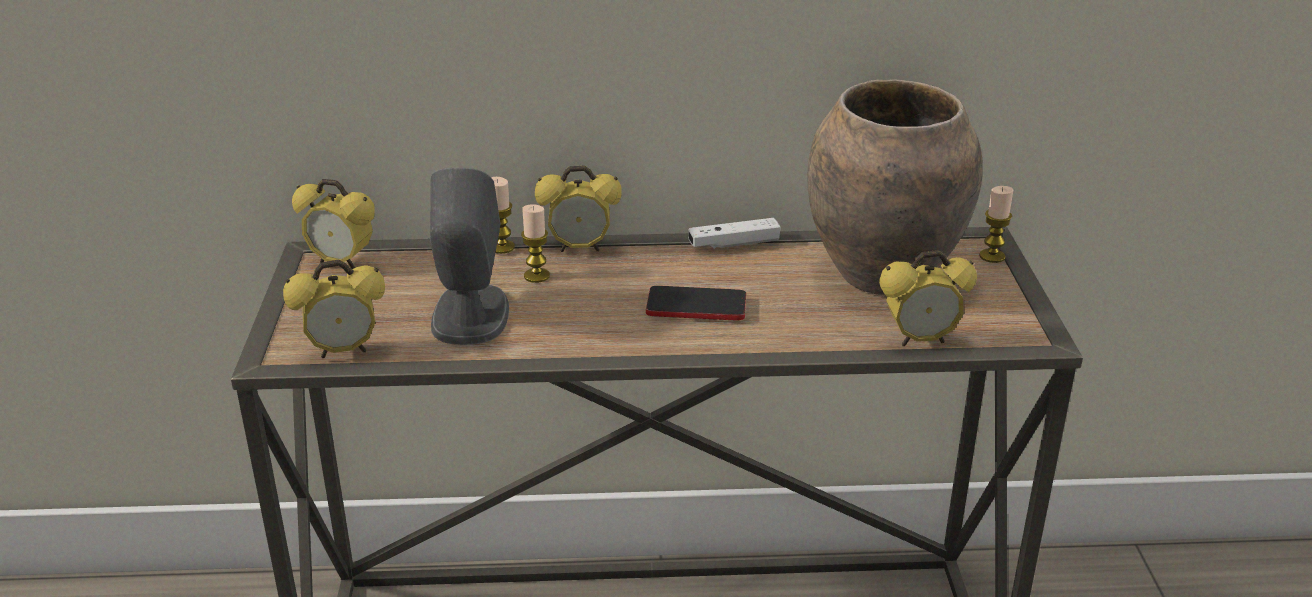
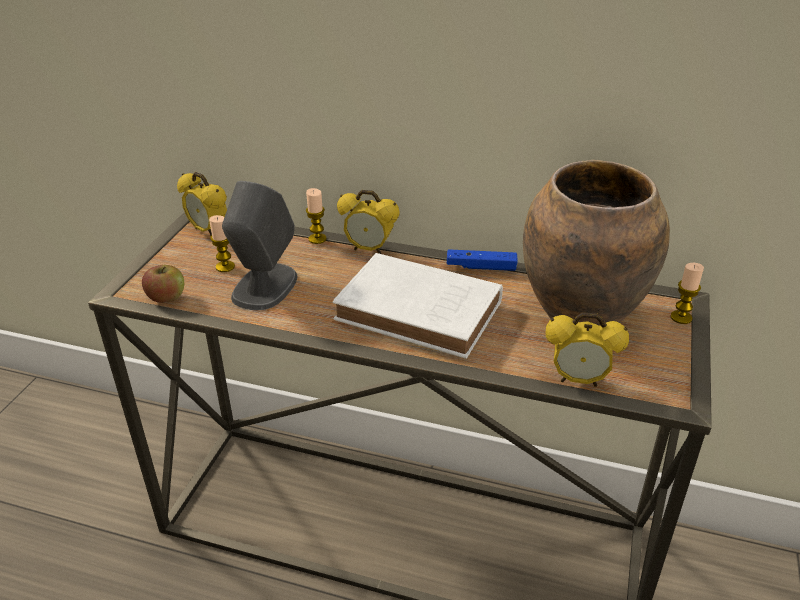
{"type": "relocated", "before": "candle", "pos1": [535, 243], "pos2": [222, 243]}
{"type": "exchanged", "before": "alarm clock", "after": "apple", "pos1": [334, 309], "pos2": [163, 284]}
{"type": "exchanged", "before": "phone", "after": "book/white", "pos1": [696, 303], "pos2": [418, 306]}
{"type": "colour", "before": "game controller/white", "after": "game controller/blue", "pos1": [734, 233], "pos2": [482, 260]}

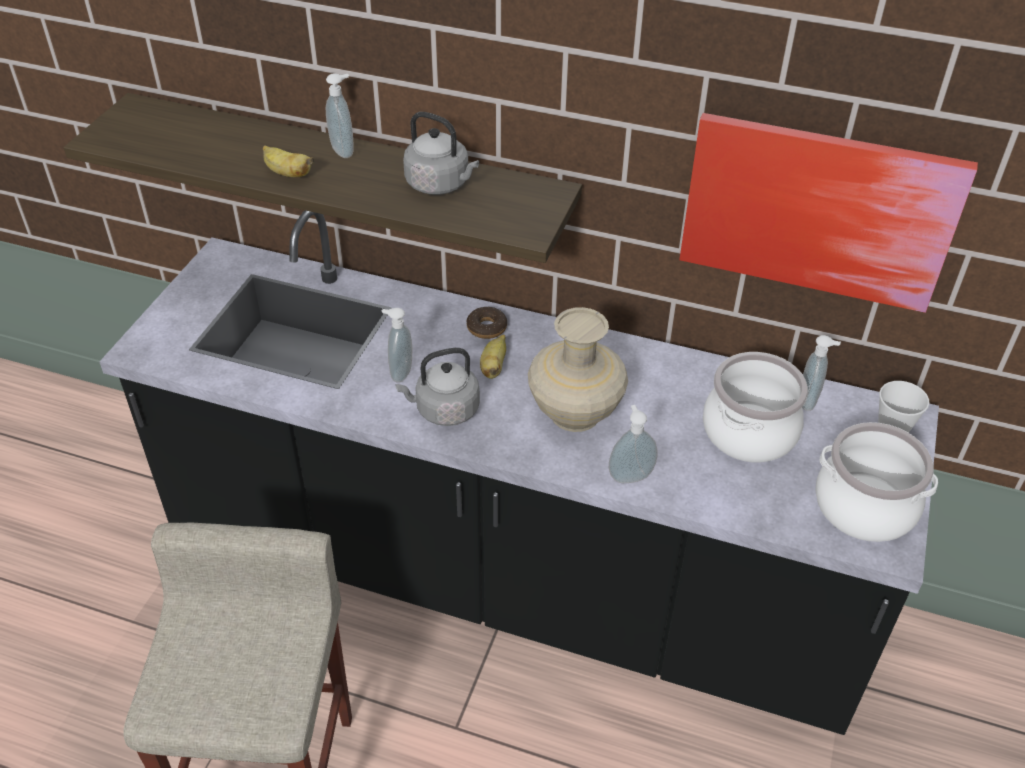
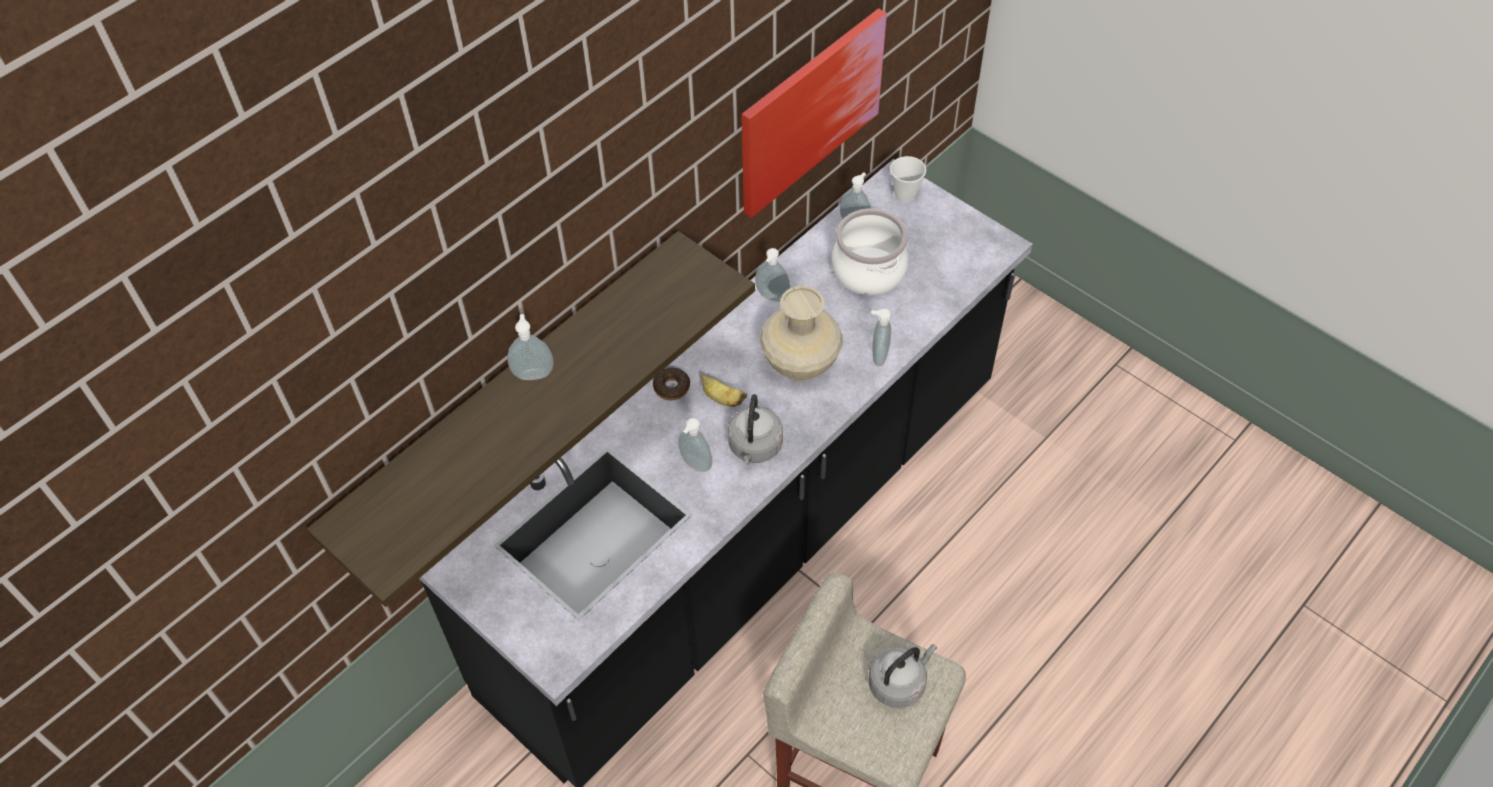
{"type": "missing", "before": "banana", "pos1": [288, 161]}
{"type": "missing", "before": "cooking pot", "pos1": [876, 482]}
{"type": "appeared", "after": "soap dispenser", "pos2": [772, 275]}
{"type": "relocated", "before": "kettle/grey", "pos1": [441, 153], "pos2": [902, 676]}

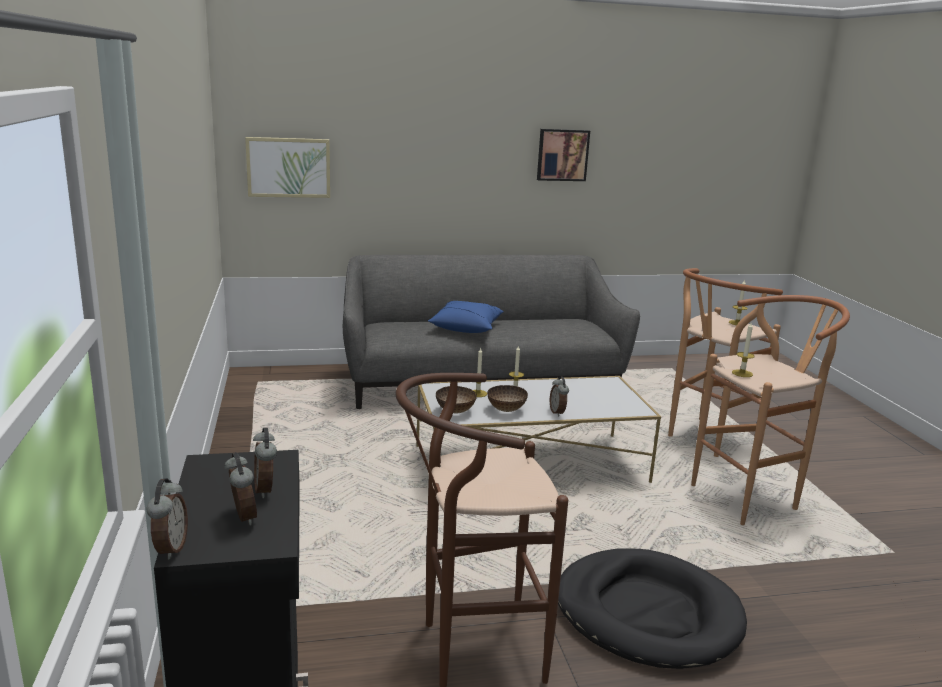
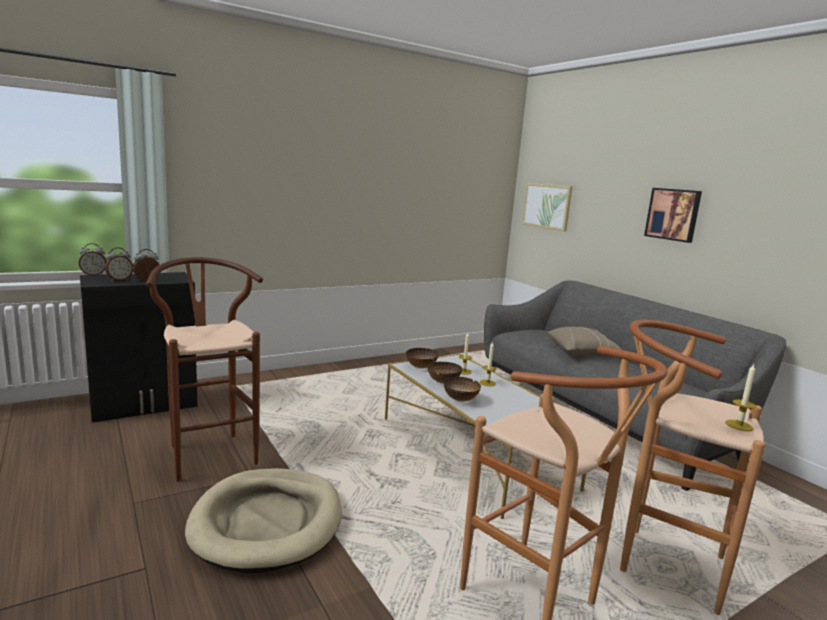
{"type": "missing", "before": "candle", "pos1": [743, 350]}
{"type": "relocated", "before": "picture", "pos1": [563, 155], "pos2": [673, 215]}
{"type": "exchanged", "before": "alarm clock", "after": "bowl", "pos1": [559, 397], "pos2": [462, 389]}
{"type": "colour", "before": "pillow/blue", "after": "pillow/beige", "pos1": [466, 317], "pos2": [585, 341]}
{"type": "colour", "before": "dog bed/black", "after": "dog bed/beige", "pos1": [652, 609], "pos2": [263, 520]}

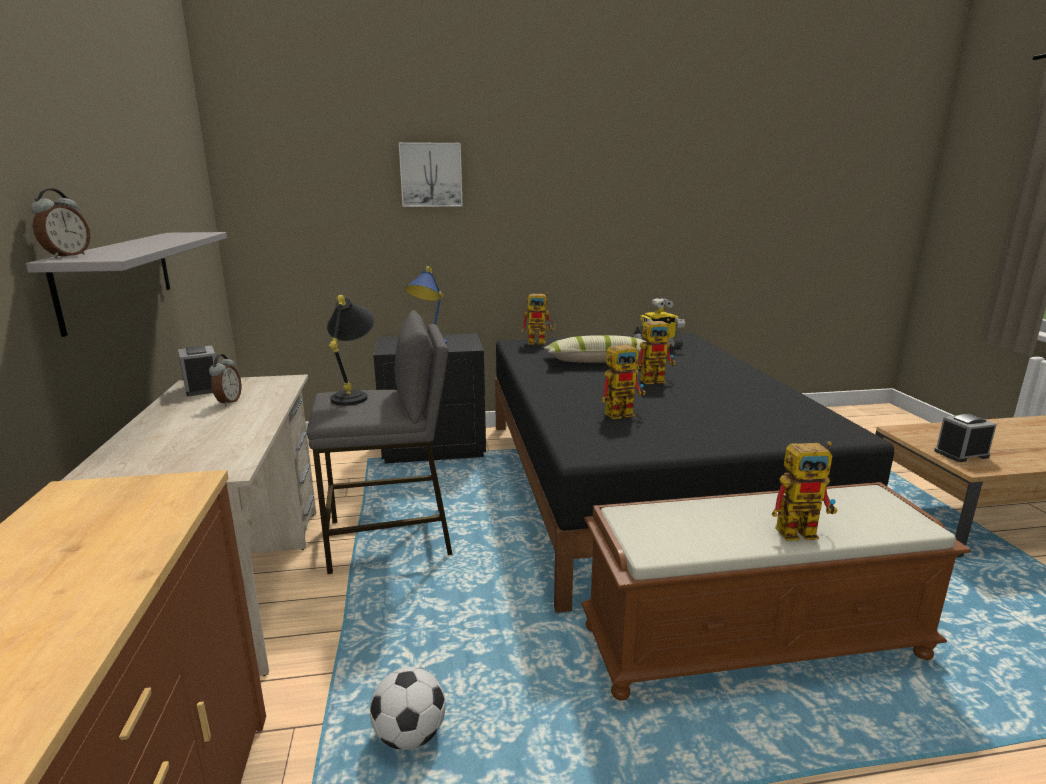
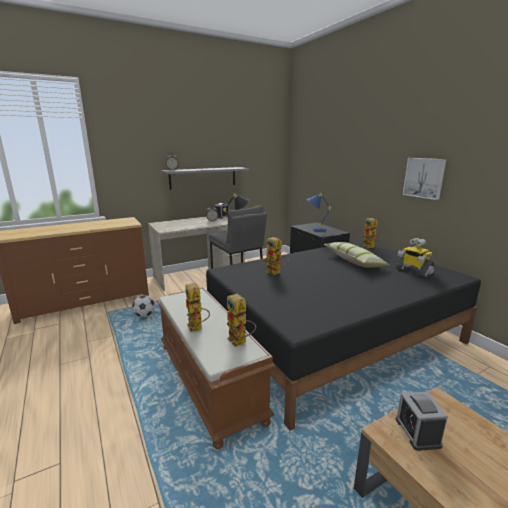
{"type": "relocated", "before": "picture", "pos1": [431, 174], "pos2": [424, 179]}
{"type": "relocated", "before": "toy robot", "pos1": [656, 351], "pos2": [241, 320]}
{"type": "spun", "before": "alarm clock", "pos1": [965, 438], "pos2": [422, 421], "turn": -150}

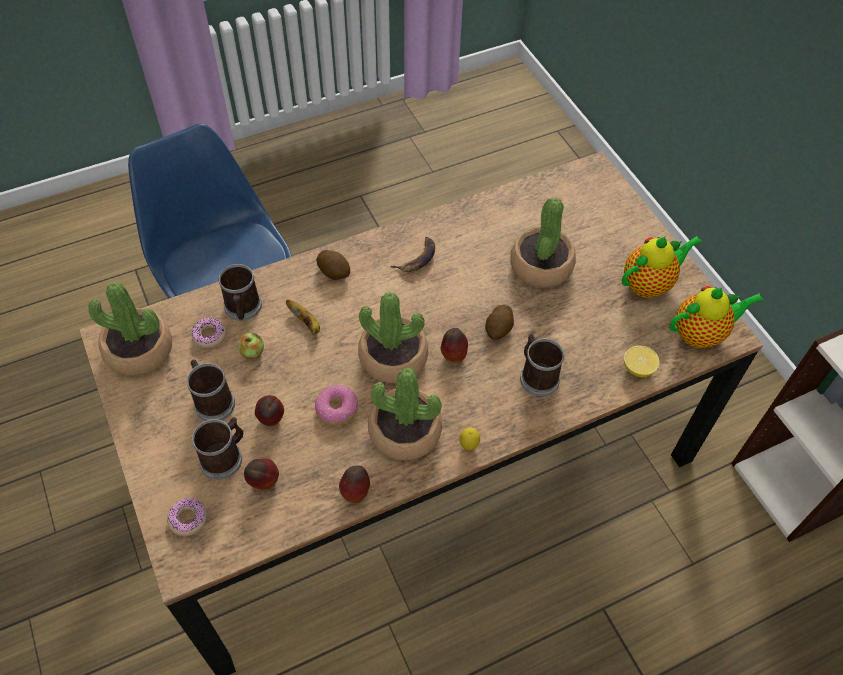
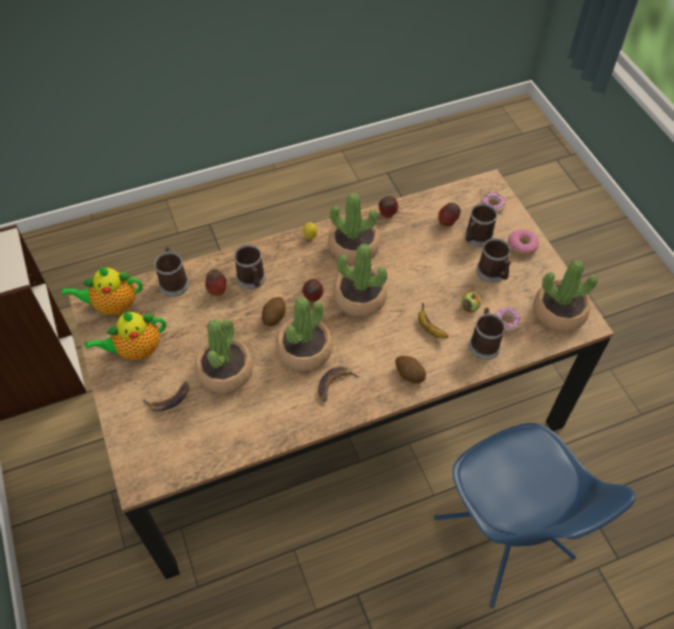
{"type": "appeared", "after": "banana", "pos2": [166, 396]}
{"type": "appeared", "after": "potted plant", "pos2": [304, 334]}
{"type": "relocated", "before": "apple", "pos1": [269, 410], "pos2": [215, 282]}
{"type": "relocated", "before": "donut", "pos1": [336, 405], "pos2": [523, 242]}
{"type": "exchanged", "before": "lemon", "after": "mug", "pos1": [642, 361], "pos2": [171, 272]}

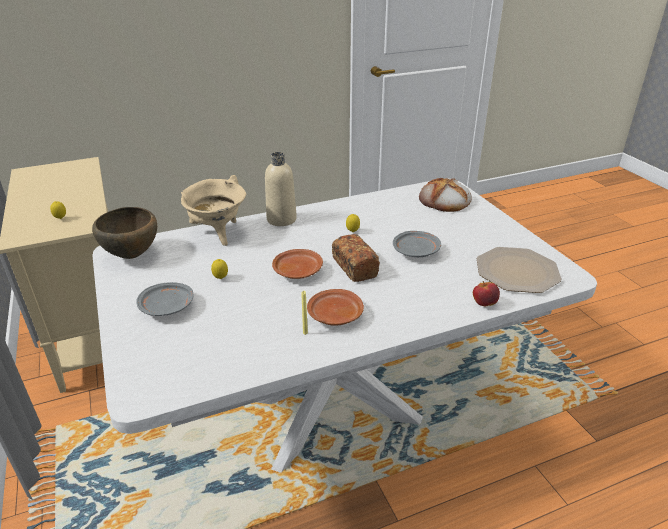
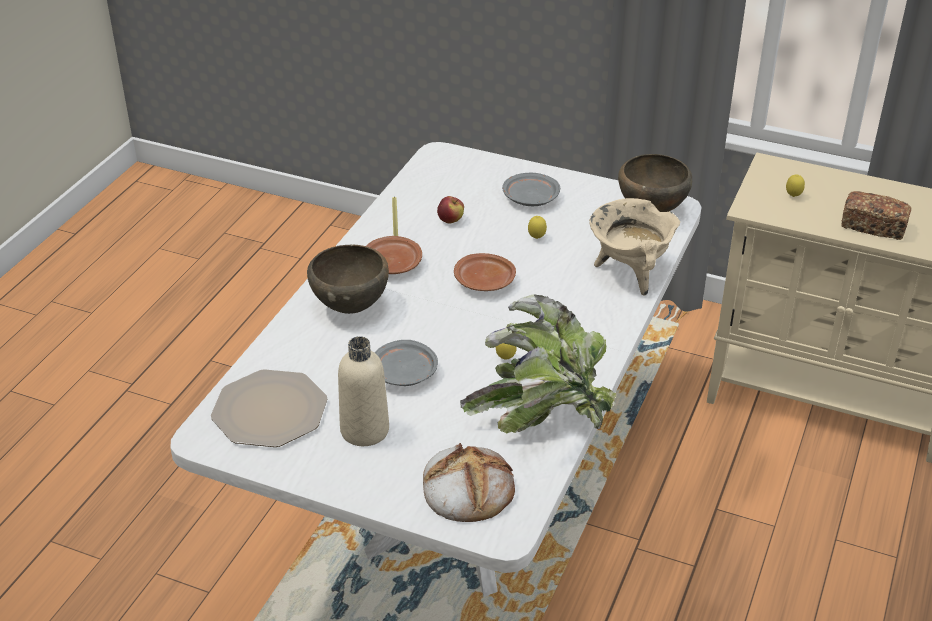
{"type": "appeared", "after": "bowl/brown", "pos2": [348, 279]}
{"type": "appeared", "after": "potted plant", "pos2": [538, 364]}
{"type": "relocated", "before": "bottle/beige", "pos1": [281, 189], "pos2": [363, 391]}
{"type": "relocated", "before": "bread", "pos1": [356, 258], "pos2": [876, 215]}
{"type": "relocated", "before": "apple", "pos1": [486, 293], "pos2": [450, 210]}

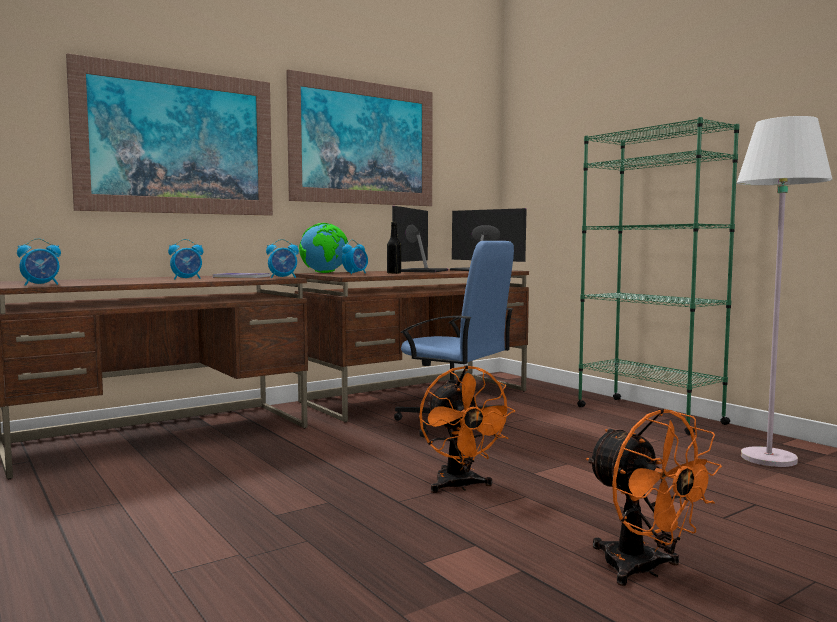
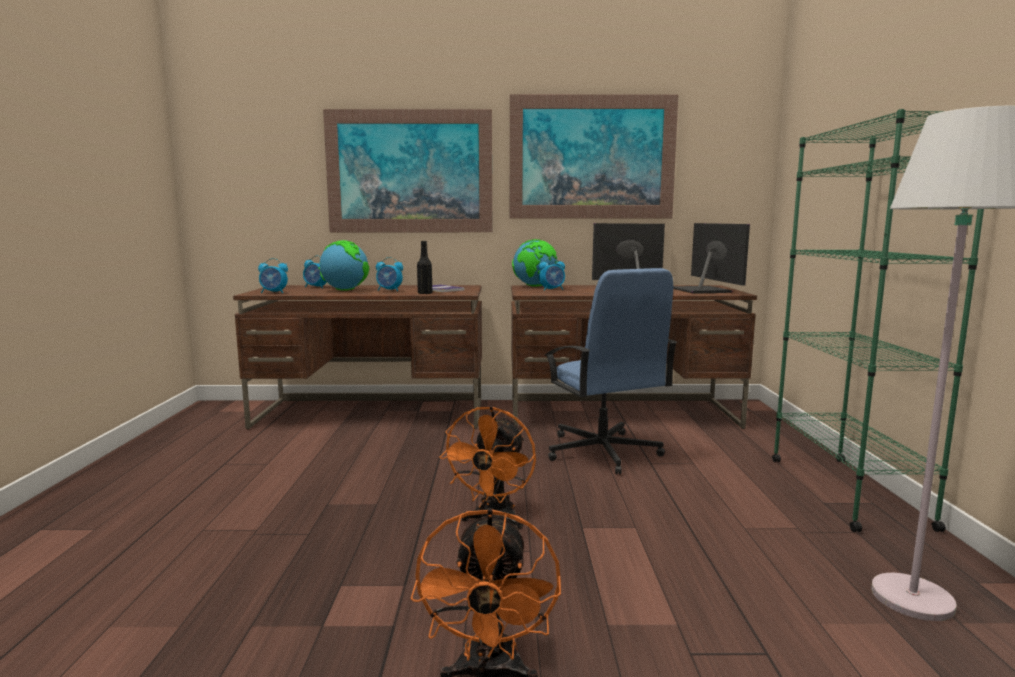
{"type": "appeared", "after": "globe", "pos2": [344, 265]}
{"type": "relocated", "before": "alarm clock", "pos1": [282, 258], "pos2": [314, 272]}
{"type": "relocated", "before": "bottle/black", "pos1": [394, 248], "pos2": [424, 267]}

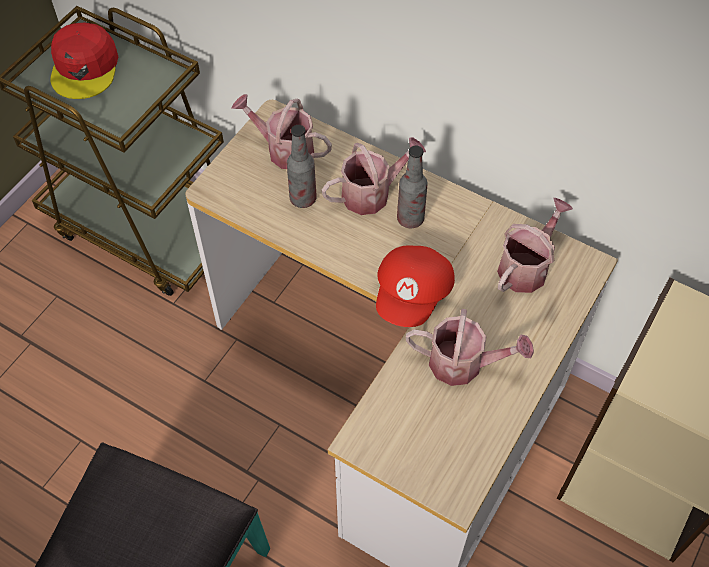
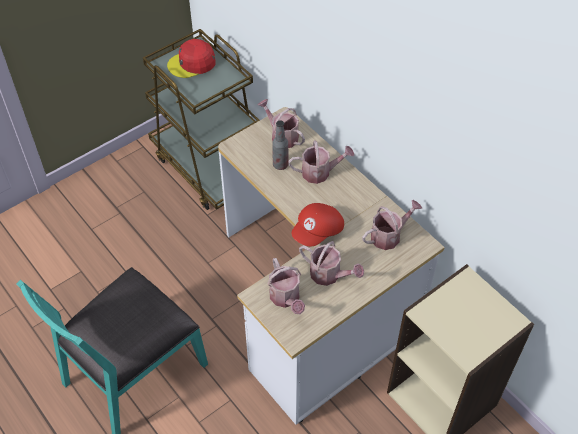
{"type": "missing", "before": "bottle", "pos1": [412, 187]}
{"type": "appeared", "after": "watering can", "pos2": [286, 286]}
{"type": "spun", "before": "cap/red", "pos1": [84, 61], "pos2": [191, 58], "turn": 45}

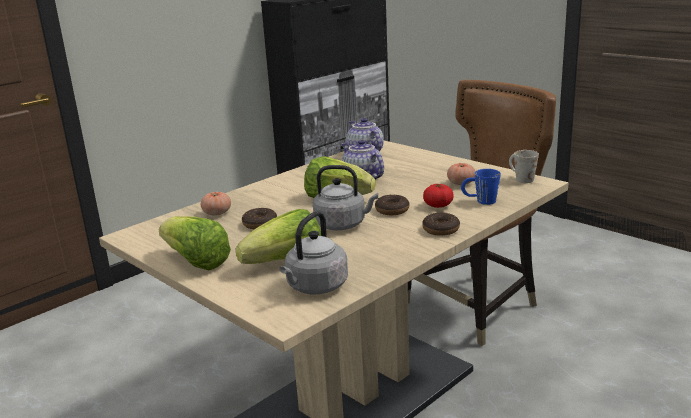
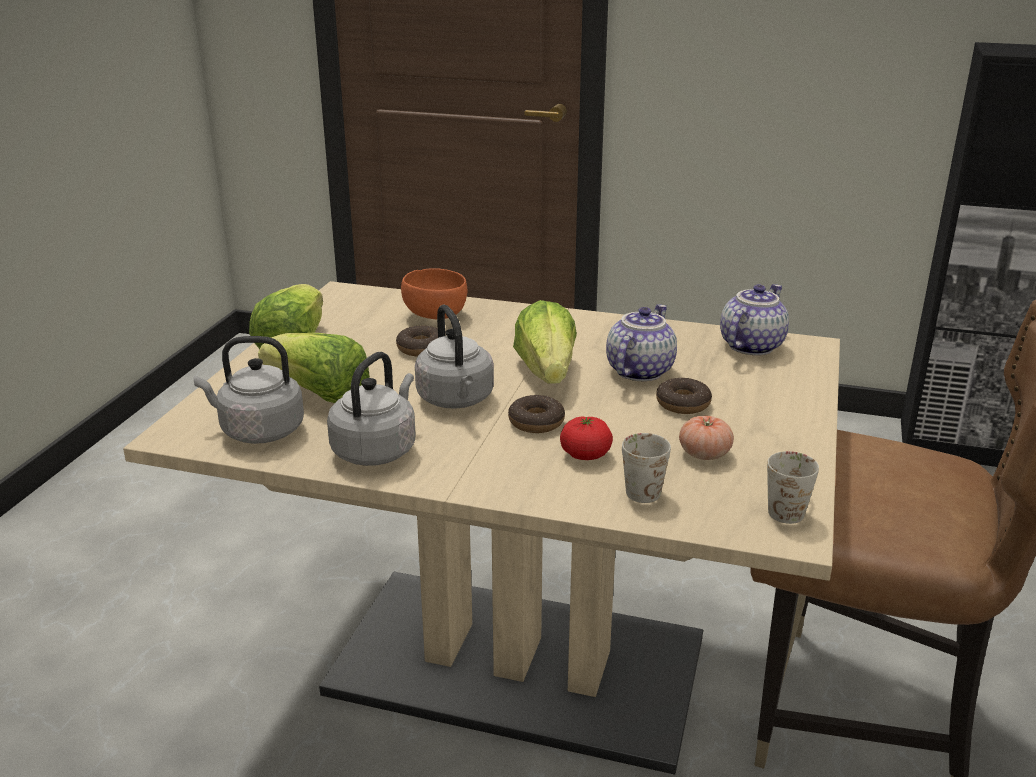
{"type": "appeared", "after": "kettle/grey", "pos2": [371, 409]}
{"type": "relocated", "before": "donut", "pos1": [441, 224], "pos2": [684, 395]}
{"type": "exchanged", "before": "tomato", "after": "bowl/orange", "pos1": [216, 204], "pos2": [434, 293]}
{"type": "colour", "before": "mug/blue", "after": "mug/white", "pos1": [481, 187], "pos2": [646, 468]}

